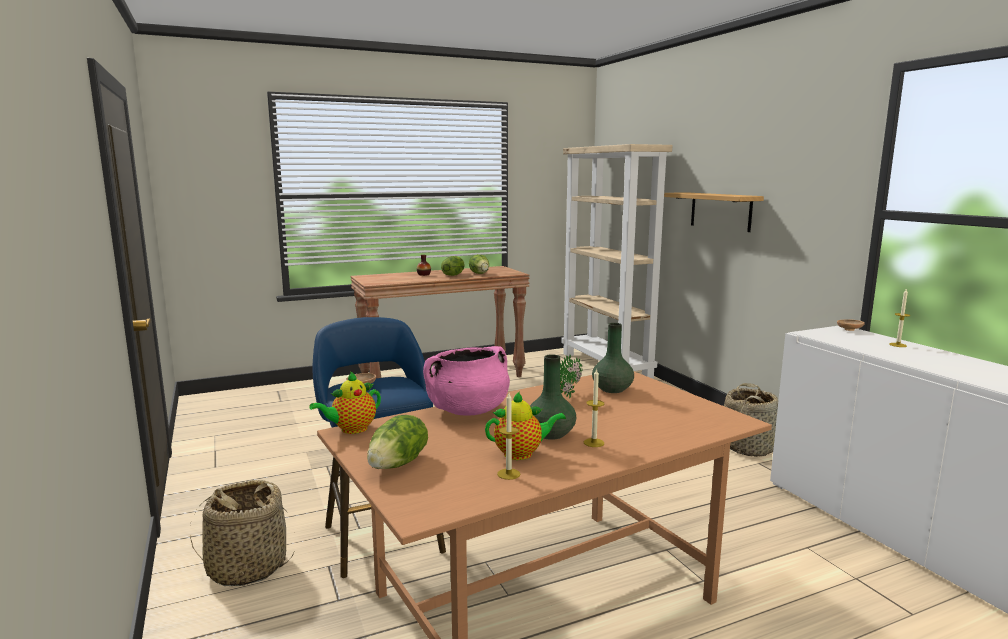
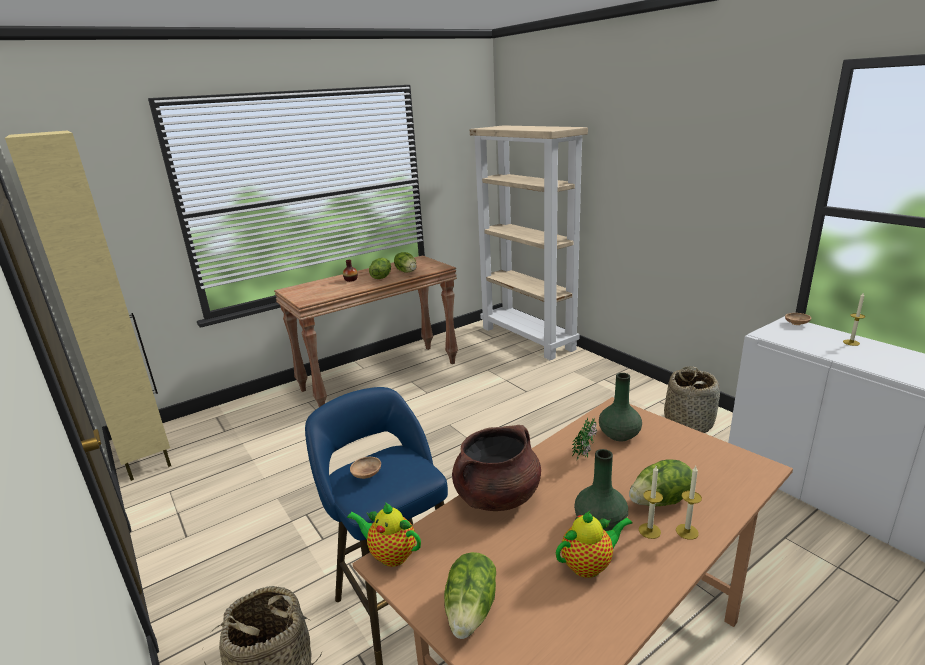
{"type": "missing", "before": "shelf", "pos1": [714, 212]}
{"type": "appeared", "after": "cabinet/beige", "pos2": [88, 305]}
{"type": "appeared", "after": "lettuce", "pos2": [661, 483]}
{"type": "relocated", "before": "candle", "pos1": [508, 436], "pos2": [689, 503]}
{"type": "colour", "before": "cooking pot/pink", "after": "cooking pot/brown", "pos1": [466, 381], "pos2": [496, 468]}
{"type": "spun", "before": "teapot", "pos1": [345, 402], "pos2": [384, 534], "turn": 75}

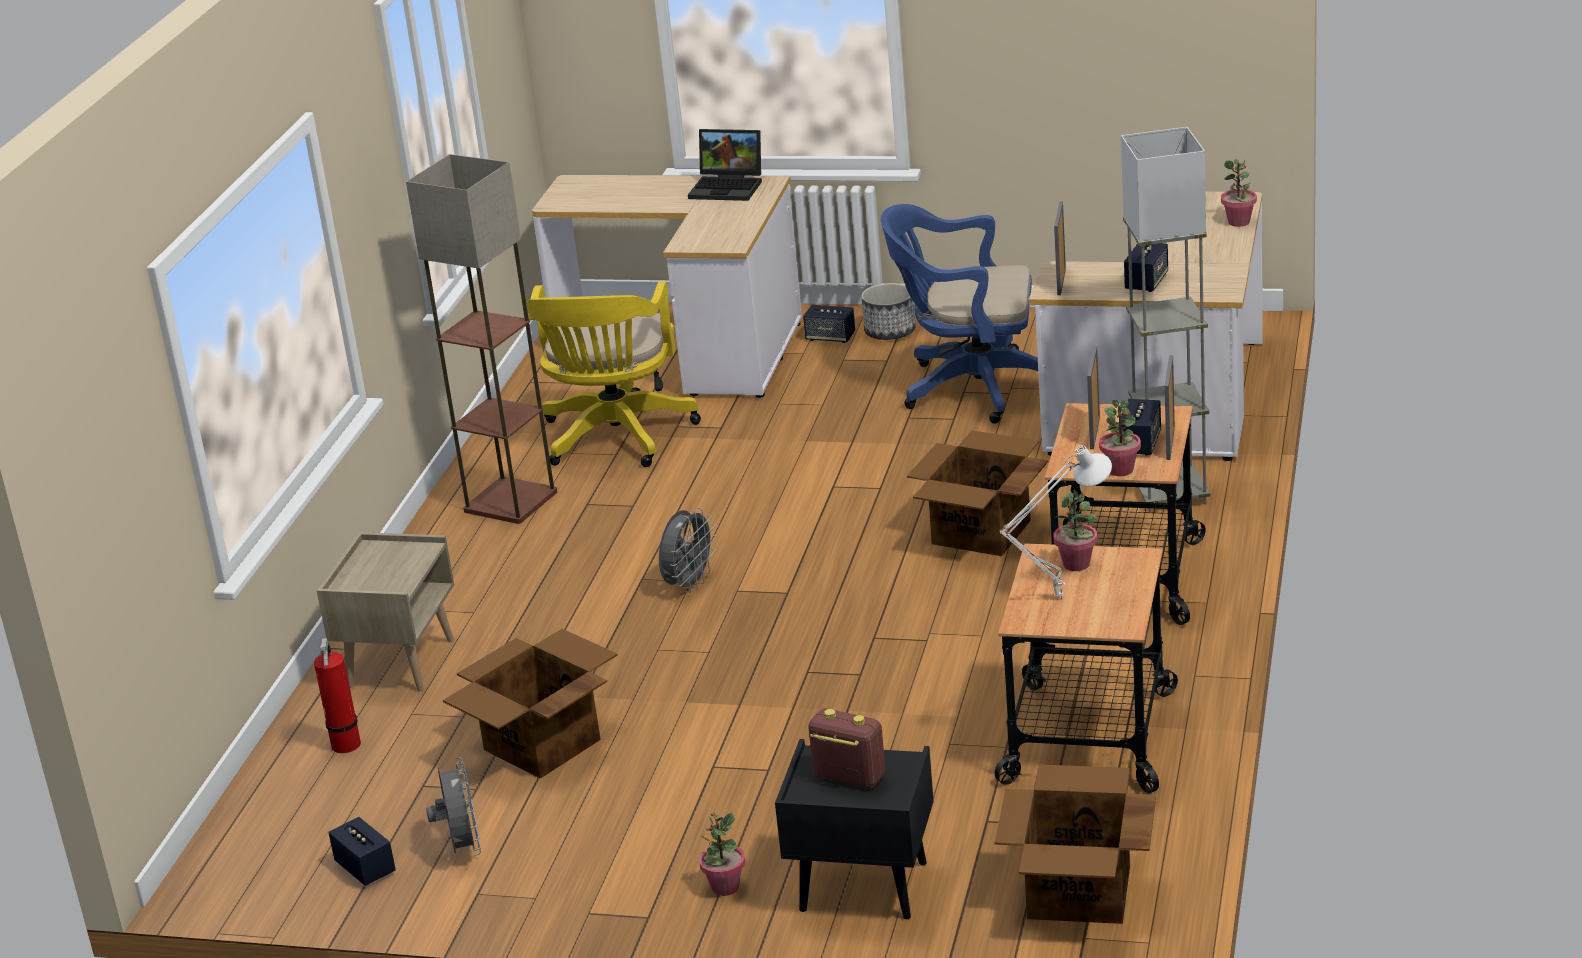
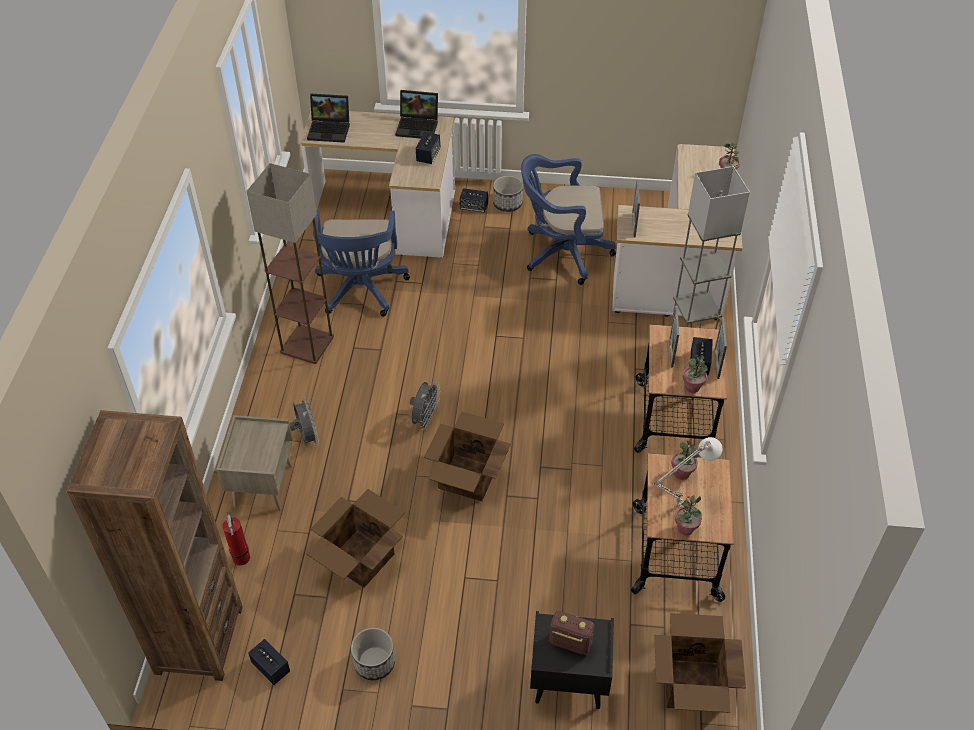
{"type": "appeared", "after": "bookcase/brown", "pos2": [155, 545]}
{"type": "appeared", "after": "laptop", "pos2": [328, 118]}
{"type": "appeared", "after": "planter", "pos2": [373, 654]}
{"type": "relocated", "before": "fan/grey", "pos1": [453, 806], "pos2": [304, 421]}
{"type": "relocated", "before": "potted plant", "pos1": [722, 854], "pos2": [688, 515]}
{"type": "relocated", "before": "cardboard box", "pos1": [977, 493], "pos2": [467, 456]}
{"type": "relocated", "before": "speaker", "pos1": [1146, 267], "pos2": [428, 148]}
{"type": "colour", "before": "office chair/yellow", "after": "office chair/blue", "pos1": [613, 374], "pos2": [361, 264]}

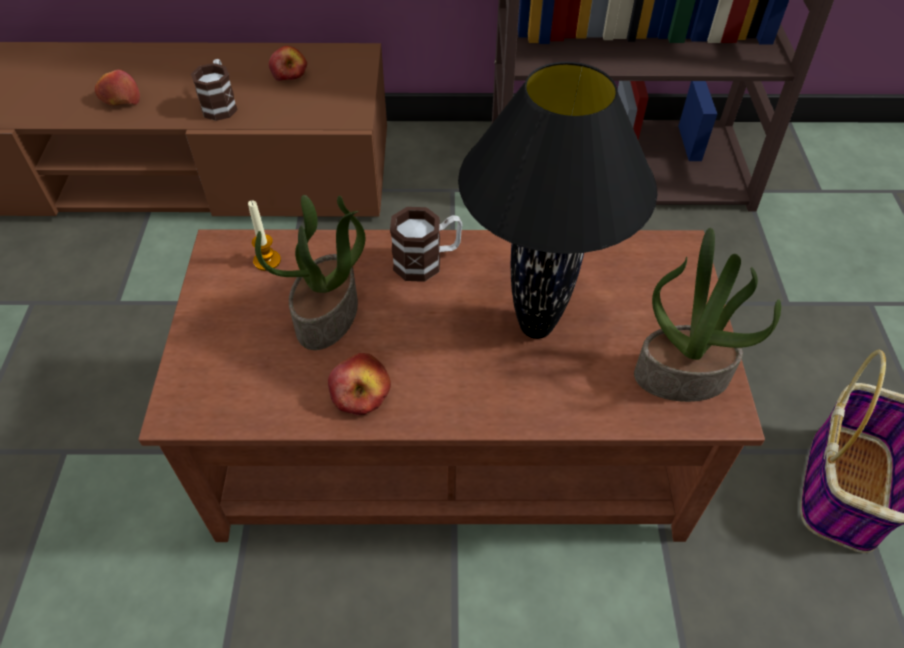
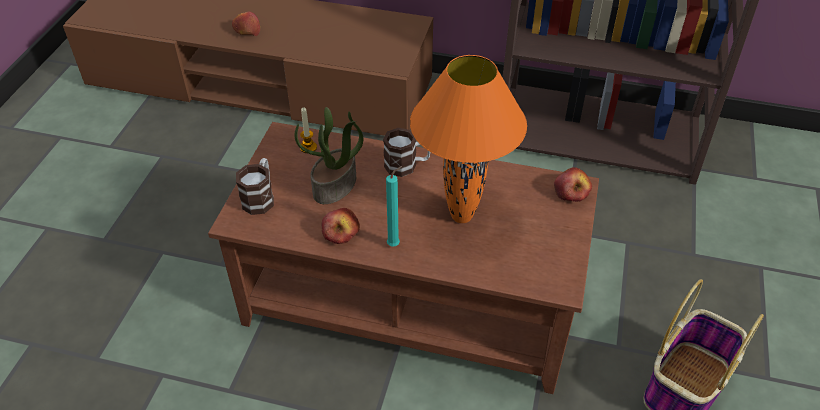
{"type": "missing", "before": "potted plant", "pos1": [707, 315]}
{"type": "appeared", "after": "candle/turquoise", "pos2": [394, 206]}
{"type": "relocated", "before": "mug", "pos1": [214, 90], "pos2": [255, 186]}
{"type": "relocated", "before": "apple", "pos1": [288, 63], "pos2": [573, 184]}
{"type": "colour", "before": "table lamp/black", "after": "table lamp/orange", "pos1": [558, 200], "pos2": [468, 139]}

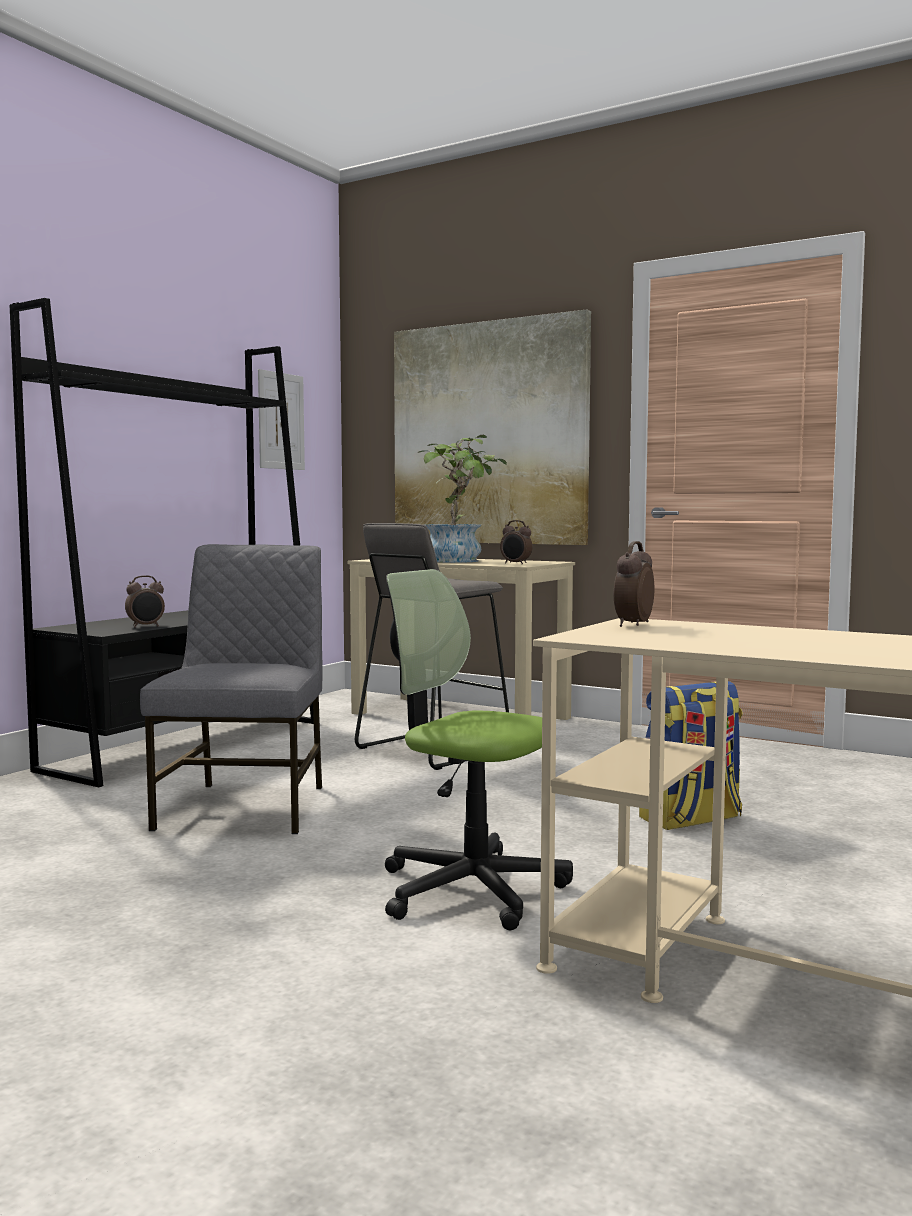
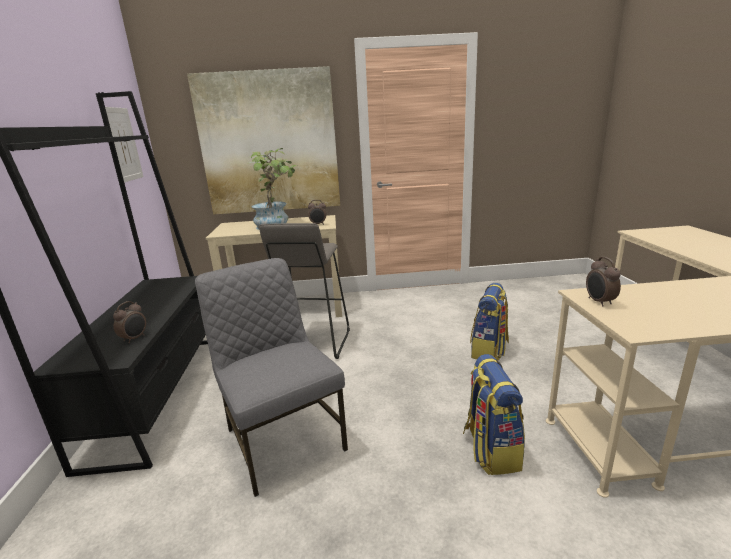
{"type": "exchanged", "before": "office chair", "after": "backpack", "pos1": [479, 750], "pos2": [494, 414]}

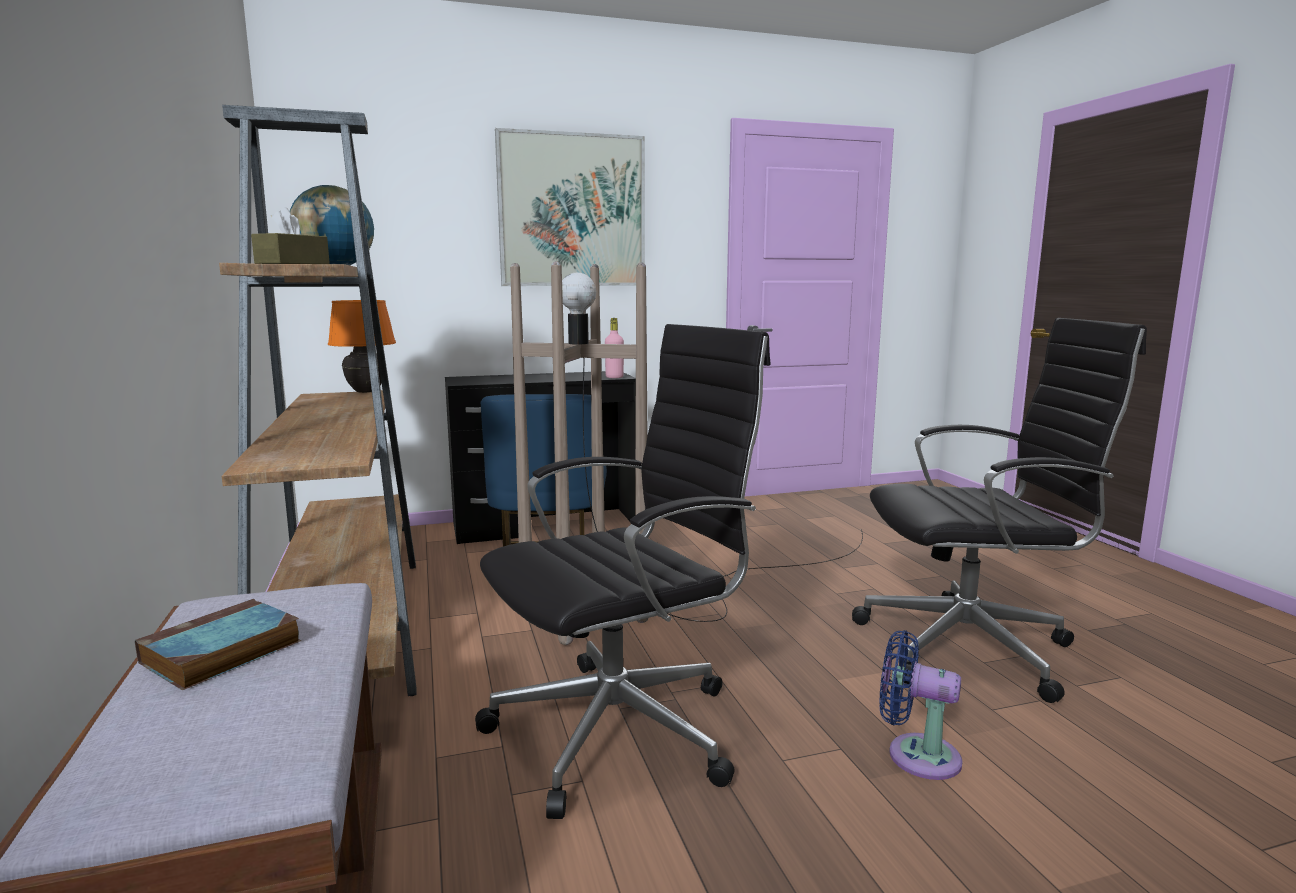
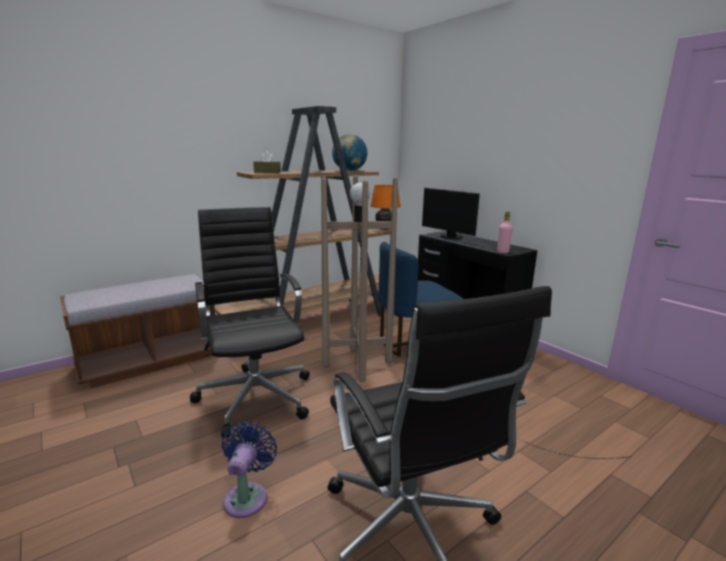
{"type": "missing", "before": "book", "pos1": [218, 644]}
{"type": "missing", "before": "picture", "pos1": [570, 207]}
{"type": "appeared", "after": "monitor", "pos2": [451, 213]}
{"type": "spun", "before": "office chair/black", "pos1": [622, 571], "pos2": [250, 322], "turn": -150}

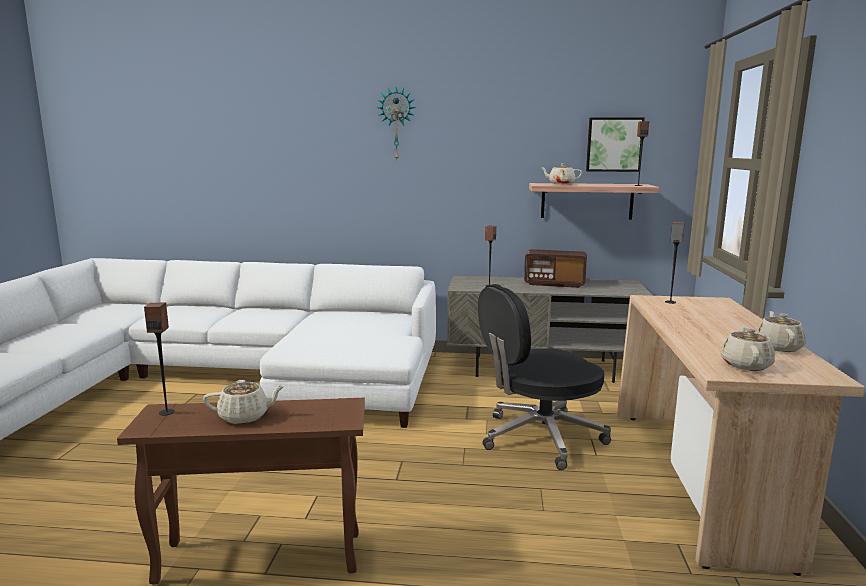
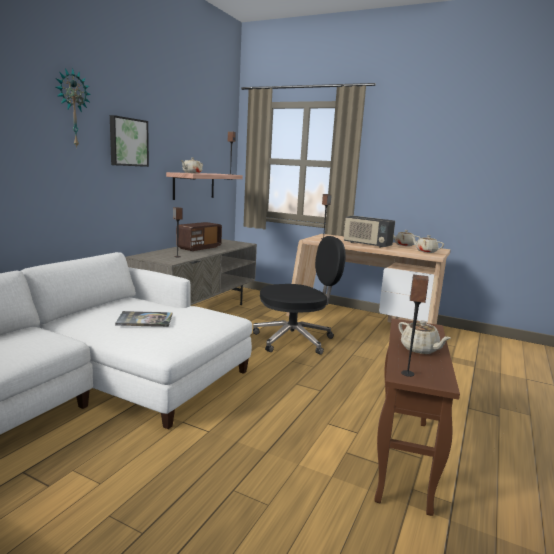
{"type": "appeared", "after": "book", "pos2": [143, 319]}
{"type": "appeared", "after": "radio", "pos2": [369, 232]}
{"type": "relocated", "before": "picture", "pos1": [615, 144], "pos2": [129, 141]}
{"type": "spun", "before": "teapot/beige", "pos1": [244, 402], "pos2": [424, 337], "turn": 135}
{"type": "spun", "before": "office chair/black", "pos1": [544, 377], "pos2": [299, 295], "turn": -105}

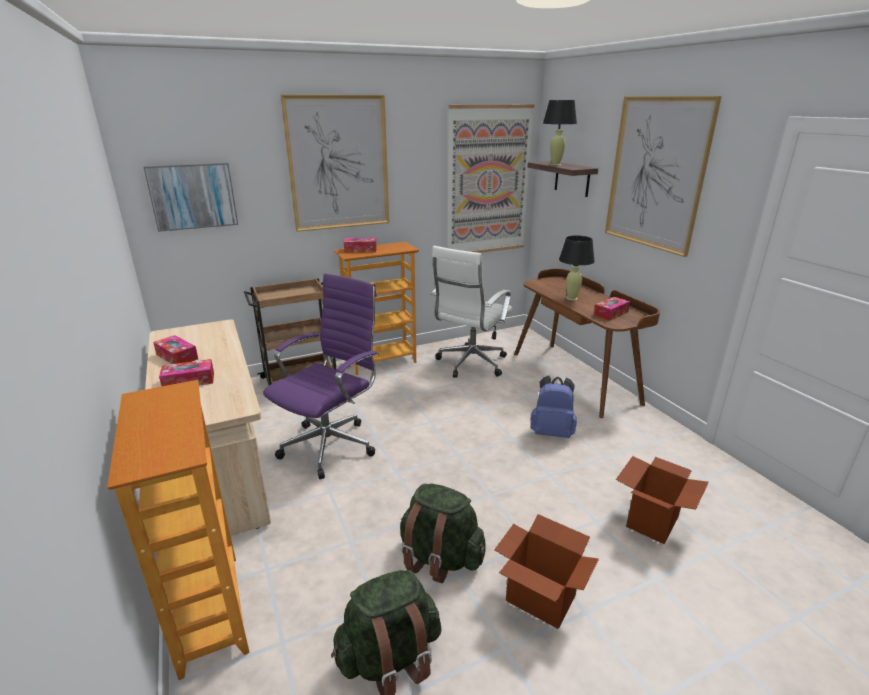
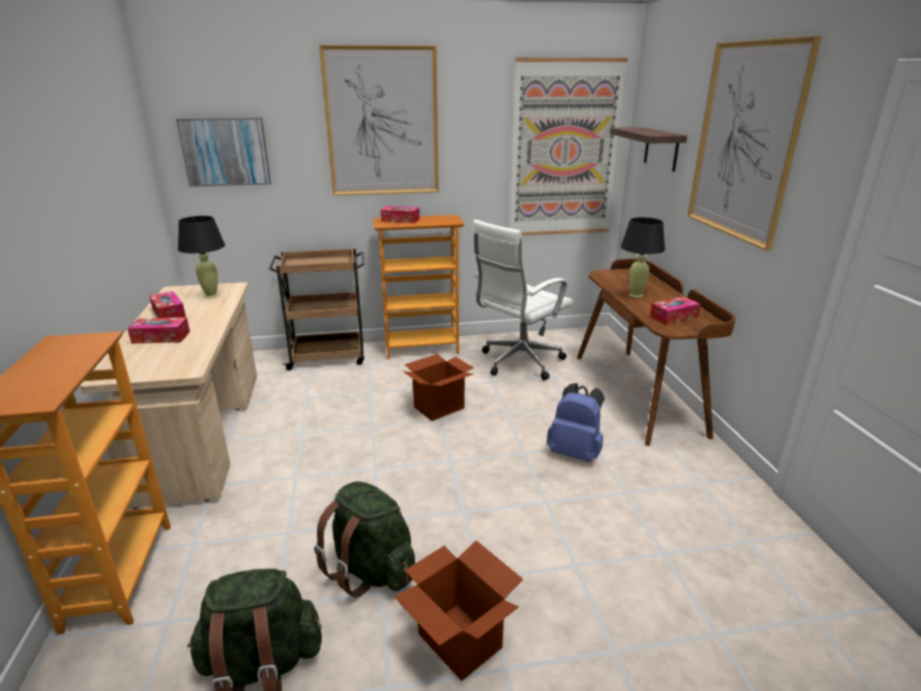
{"type": "missing", "before": "office chair/purple", "pos1": [321, 376]}
{"type": "relocated", "before": "table lamp/black", "pos1": [560, 133], "pos2": [201, 257]}
{"type": "relocated", "before": "cardboard box", "pos1": [662, 500], "pos2": [438, 387]}

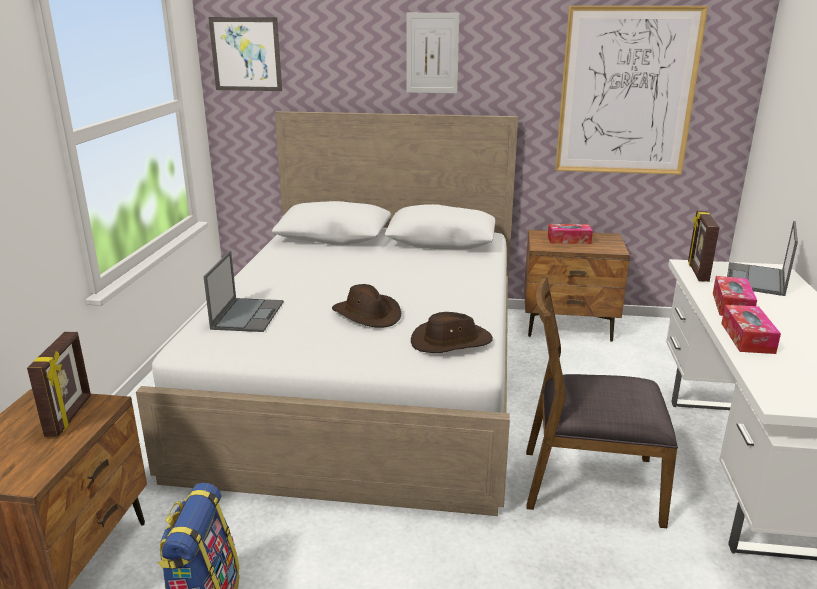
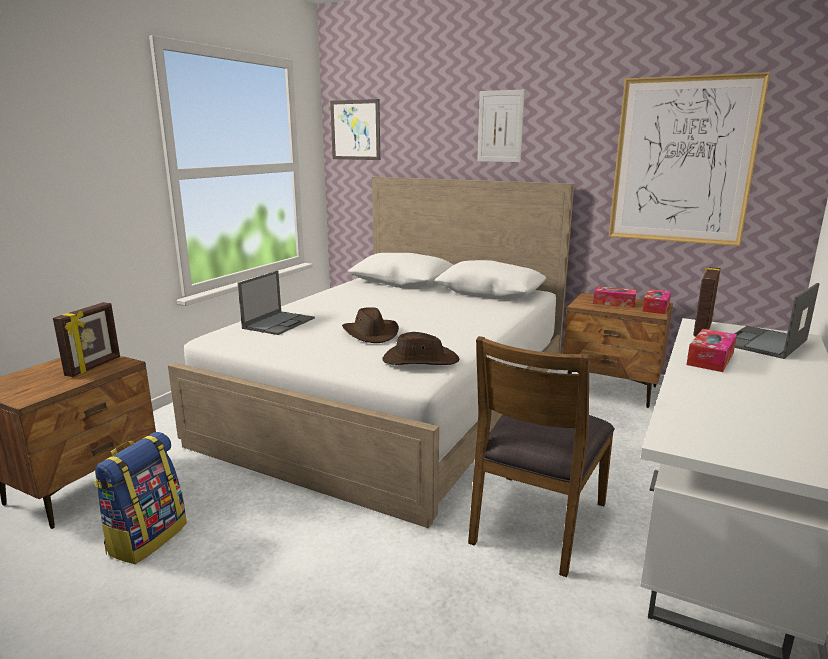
{"type": "relocated", "before": "tissue box", "pos1": [751, 329], "pos2": [656, 301]}
{"type": "spun", "before": "chair/brown", "pos1": [602, 401], "pos2": [541, 456], "turn": -90}

